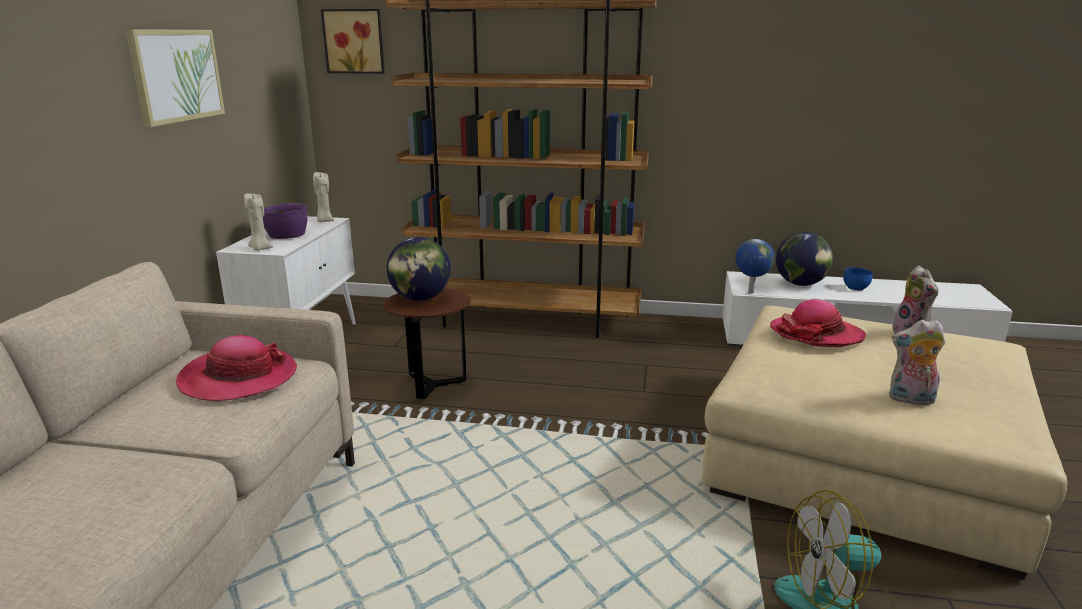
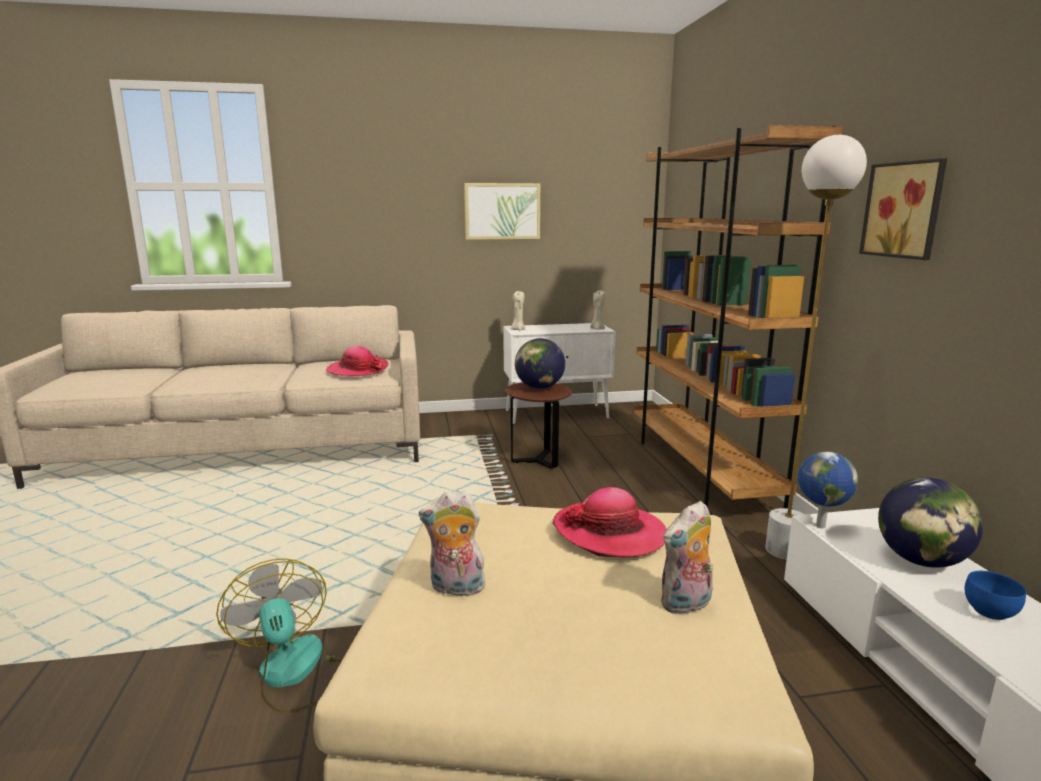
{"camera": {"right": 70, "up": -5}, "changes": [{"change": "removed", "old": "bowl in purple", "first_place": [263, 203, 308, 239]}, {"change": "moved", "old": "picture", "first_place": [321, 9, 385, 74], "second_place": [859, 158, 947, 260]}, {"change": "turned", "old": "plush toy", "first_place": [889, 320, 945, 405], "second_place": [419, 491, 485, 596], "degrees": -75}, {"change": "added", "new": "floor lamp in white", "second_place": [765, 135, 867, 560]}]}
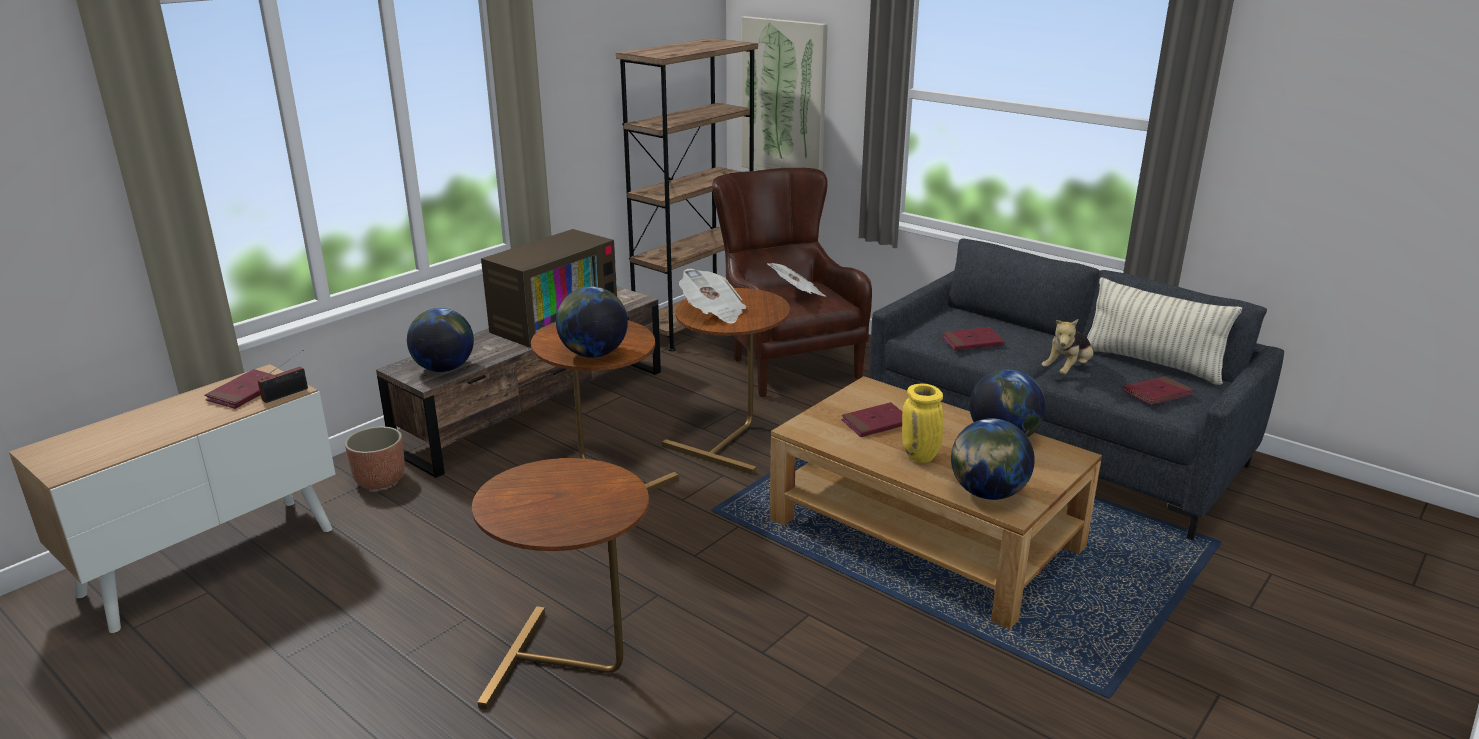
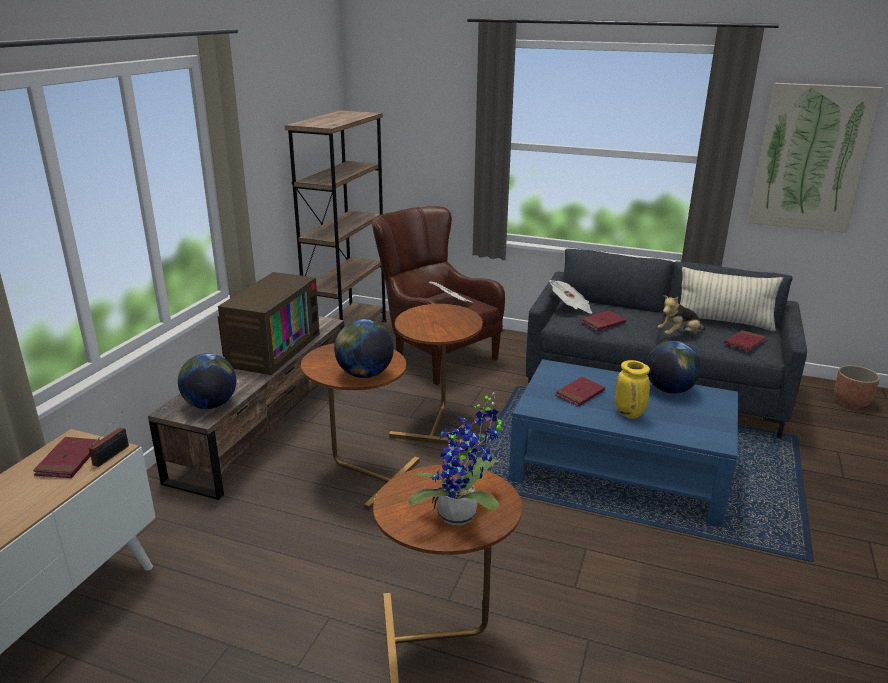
{"camera": {"right": -20, "up": 0}, "changes": [{"change": "moved", "old": "planter", "first_place": [345, 426, 405, 489], "second_place": [834, 365, 880, 408]}, {"change": "moved", "old": "newspaper", "first_place": [679, 268, 747, 324], "second_place": [549, 280, 592, 314]}, {"change": "moved", "old": "picture", "first_place": [741, 16, 828, 171], "second_place": [748, 83, 883, 233]}, {"change": "recoloured", "old": "coffee table in brown", "new": "coffee table in blue", "first_place": [770, 376, 1102, 629], "second_place": [509, 359, 738, 527]}, {"change": "removed", "old": "globe", "first_place": [951, 418, 1035, 500]}, {"change": "turned", "old": "plush toy", "first_place": [1042, 319, 1093, 375], "second_place": [657, 295, 705, 335], "degrees": 45}, {"change": "added", "new": "potted plant", "second_place": [408, 392, 502, 526]}]}
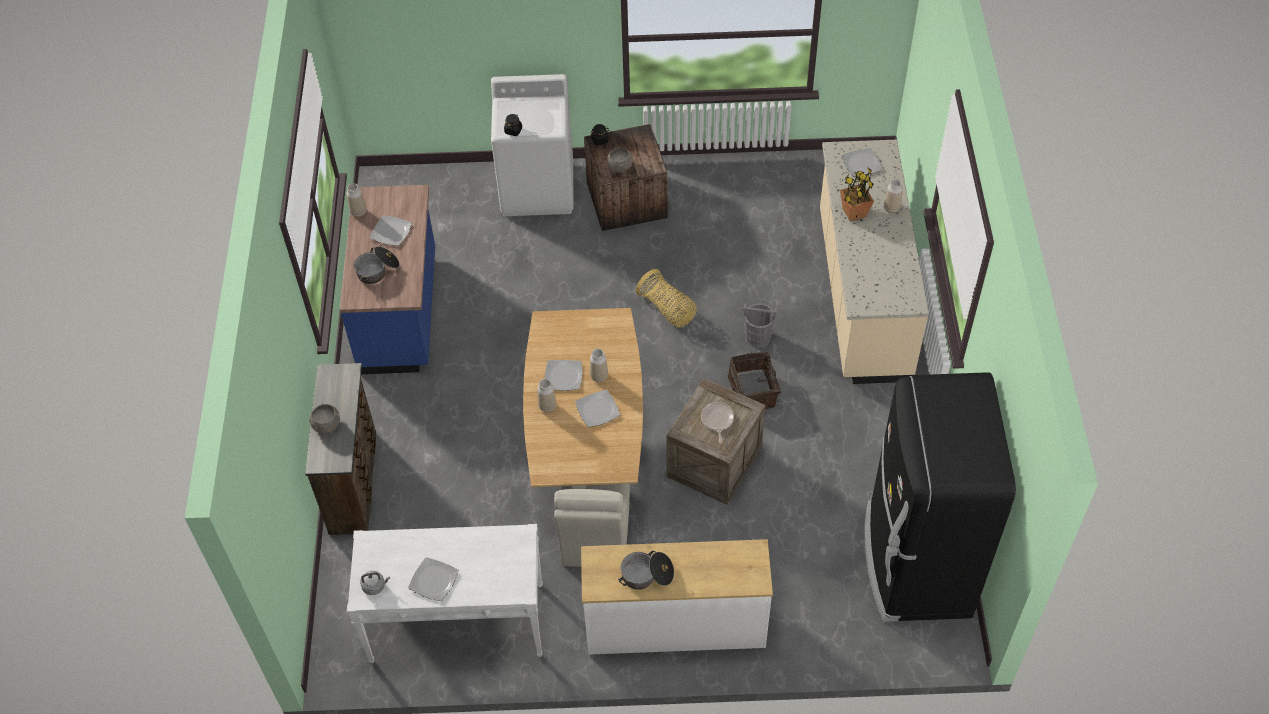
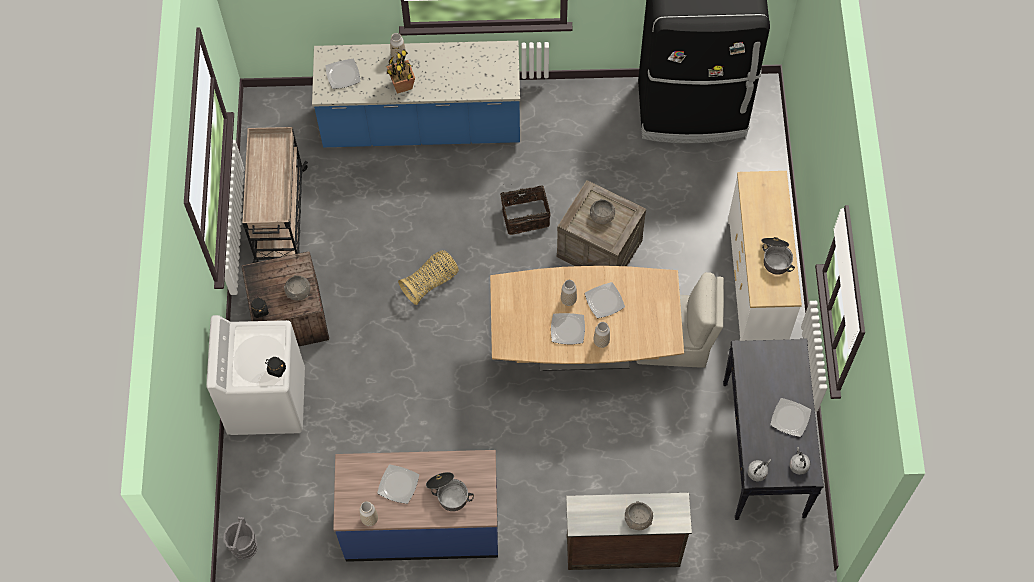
{"camera": {"right": -90, "up": 10}, "changes": [{"change": "recoloured", "old": "console table in white", "new": "console table in black", "first_place": [347, 524, 543, 663], "second_place": [723, 338, 824, 520]}, {"change": "replaced", "old": "frying pan", "new": "bowl in grey", "first_place": [701, 402, 734, 444], "second_place": [590, 199, 615, 224]}, {"change": "moved", "old": "bucket in grey", "first_place": [743, 303, 778, 348], "second_place": [224, 517, 257, 560]}, {"change": "recoloured", "old": "counter in beige", "new": "counter in blue", "first_place": [820, 140, 929, 384], "second_place": [312, 41, 520, 147]}, {"change": "added", "new": "cart in beige", "second_place": [242, 127, 308, 263]}, {"change": "added", "new": "kettle in grey", "second_place": [747, 459, 772, 481]}]}
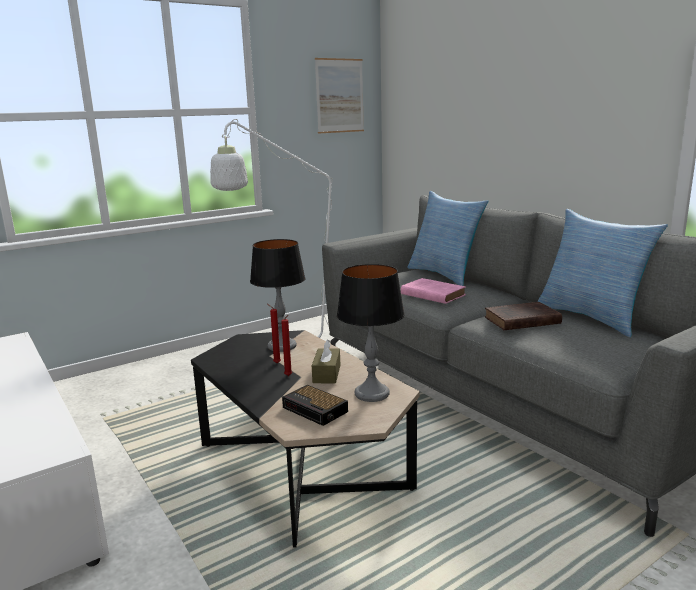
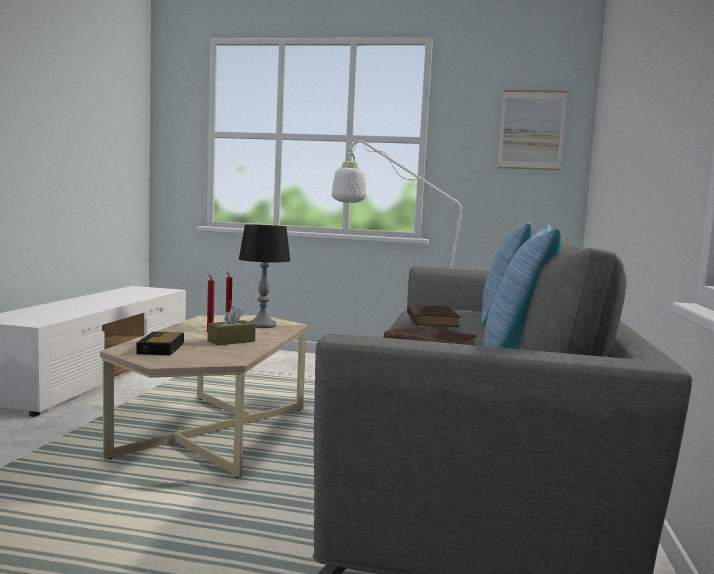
{"camera": {"right": 45, "up": -10}, "changes": [{"change": "recoloured", "old": "coffee table in black", "new": "coffee table in beige", "first_place": [191, 330, 420, 548], "second_place": [100, 315, 309, 478]}, {"change": "removed", "old": "table lamp", "first_place": [337, 264, 405, 402]}, {"change": "recoloured", "old": "book in pink", "new": "book in brown", "first_place": [401, 278, 466, 304], "second_place": [407, 304, 460, 327]}]}
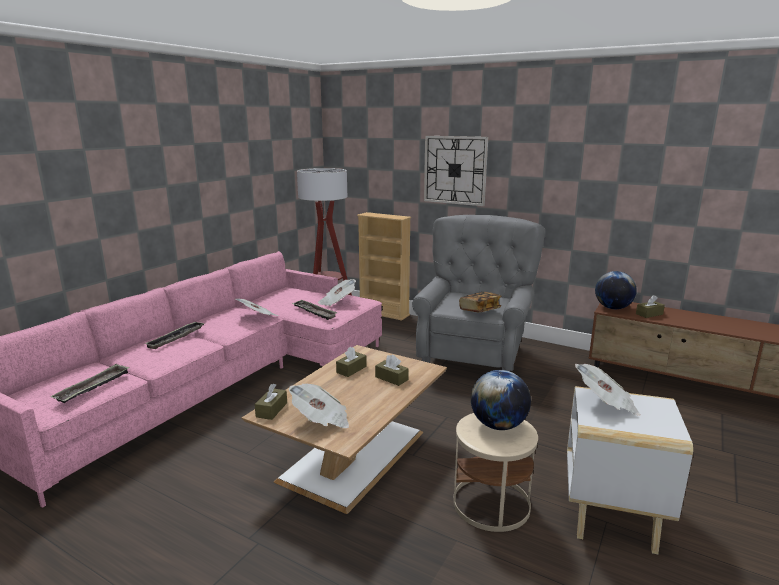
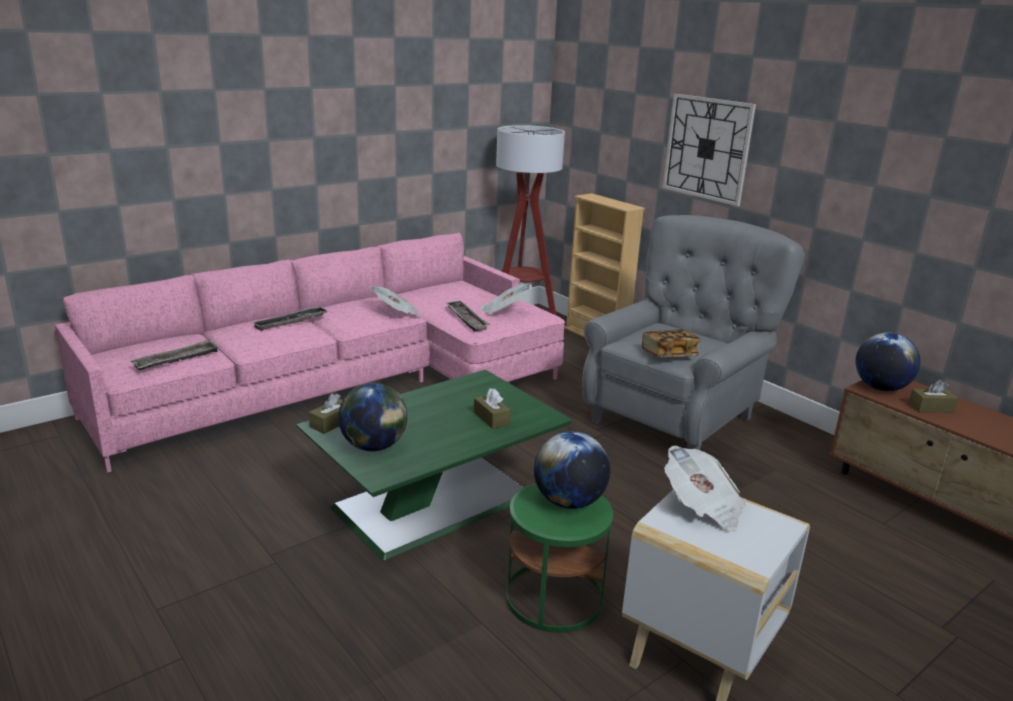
{"camera": {"right": 20, "up": 5}, "changes": [{"change": "recoloured", "old": "coffee table in brown", "new": "coffee table in green", "first_place": [242, 345, 447, 514], "second_place": [296, 370, 572, 561]}, {"change": "replaced", "old": "newspaper", "new": "globe", "first_place": [289, 384, 349, 428], "second_place": [338, 383, 407, 451]}, {"change": "removed", "old": "tissue box in brown", "first_place": [336, 346, 367, 377]}, {"change": "recoloured", "old": "side table in beige", "new": "side table in green", "first_place": [453, 413, 538, 532], "second_place": [506, 483, 613, 633]}]}
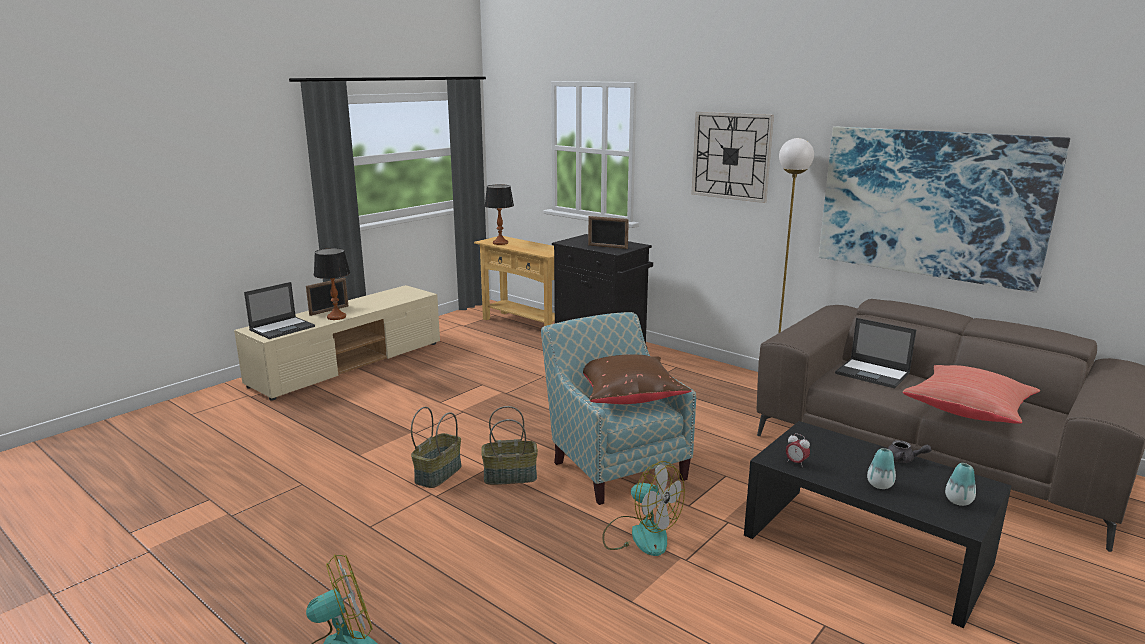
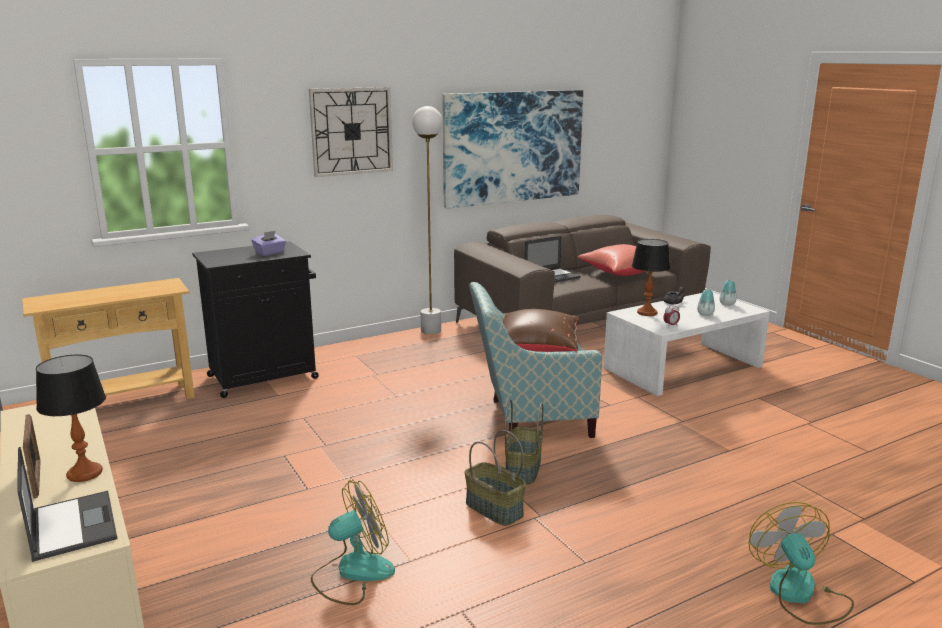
{"camera": {"right": -70, "up": 0}, "changes": [{"change": "moved", "old": "table lamp", "first_place": [485, 184, 514, 245], "second_place": [632, 239, 670, 316]}, {"change": "replaced", "old": "picture frame", "new": "tissue box in purple", "first_place": [588, 216, 629, 249], "second_place": [252, 231, 286, 256]}, {"change": "moved", "old": "fan", "first_place": [602, 461, 685, 556], "second_place": [311, 480, 395, 605]}, {"change": "recoloured", "old": "coffee table in black", "new": "coffee table in white", "first_place": [744, 421, 1011, 628], "second_place": [603, 292, 770, 396]}]}
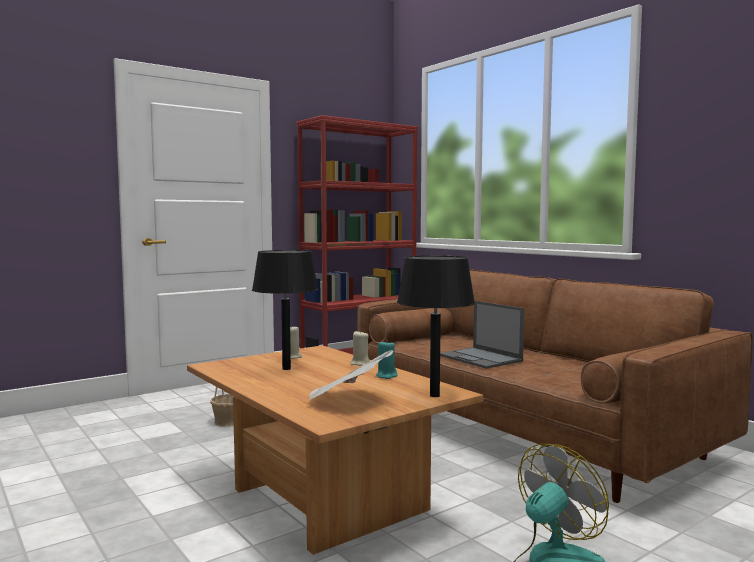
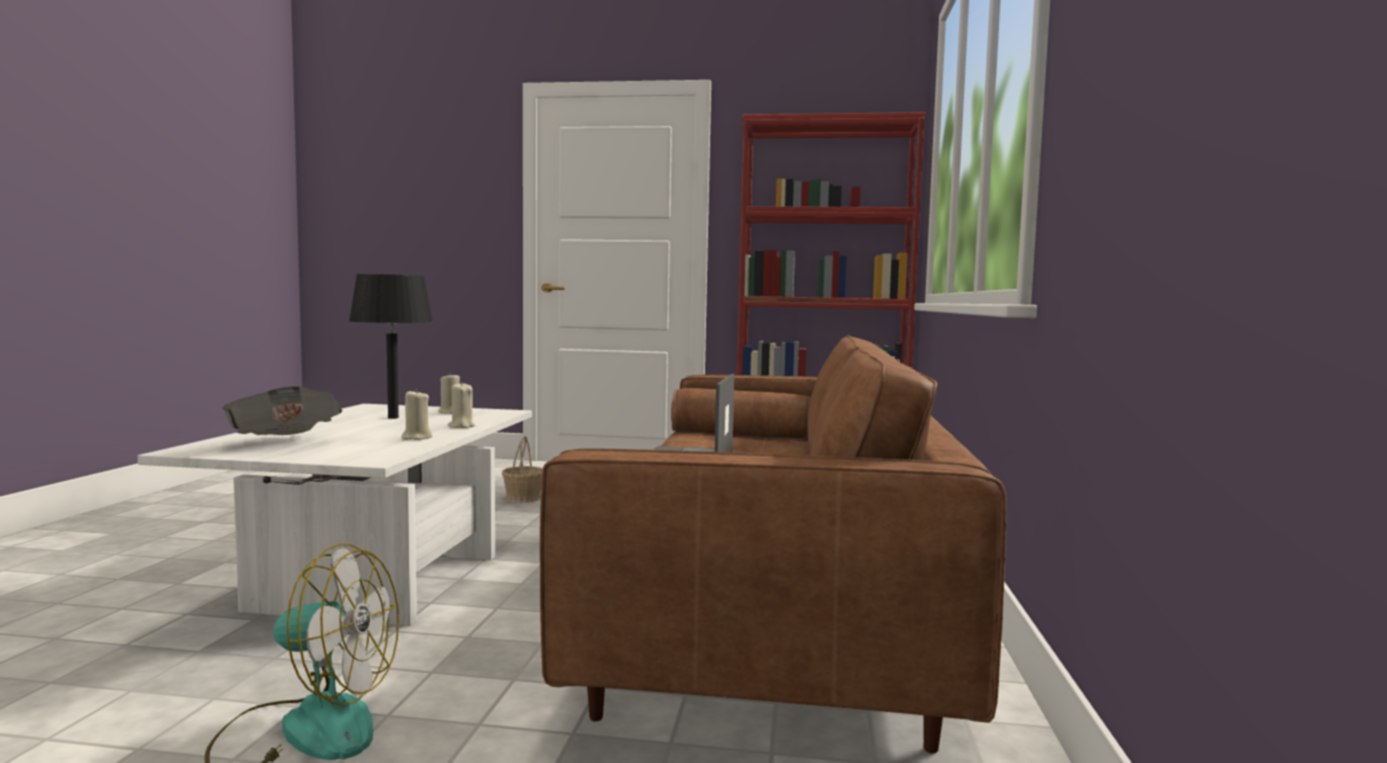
{"camera": {"right": 45, "up": 0}, "changes": [{"change": "recoloured", "old": "coffee table in brown", "new": "coffee table in white", "first_place": [187, 345, 483, 555], "second_place": [138, 404, 532, 626]}, {"change": "recoloured", "old": "candle in turquoise", "new": "candle in beige", "first_place": [376, 340, 397, 379], "second_place": [401, 389, 432, 440]}, {"change": "removed", "old": "table lamp in black", "first_place": [397, 256, 475, 397]}]}
